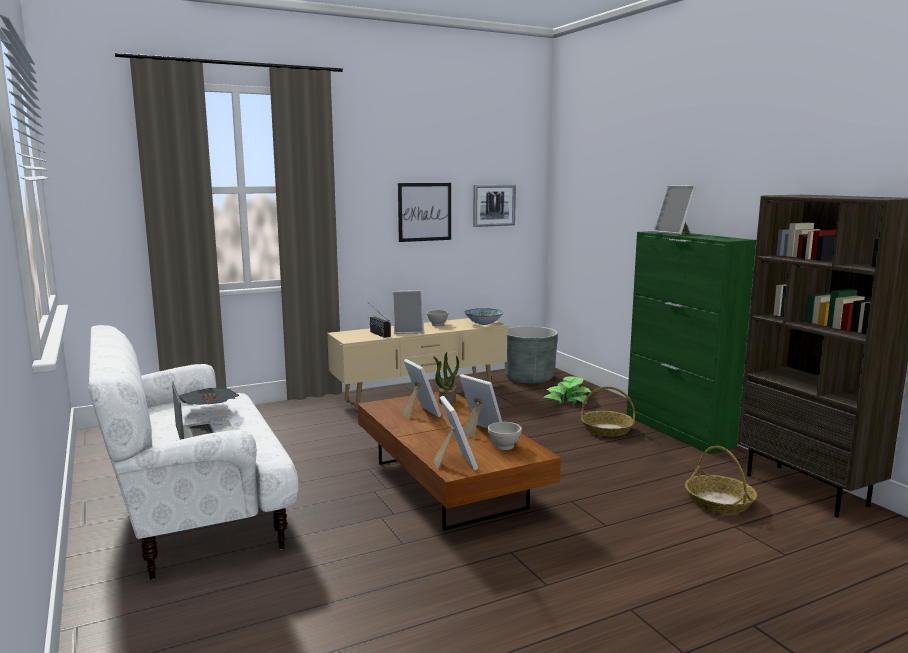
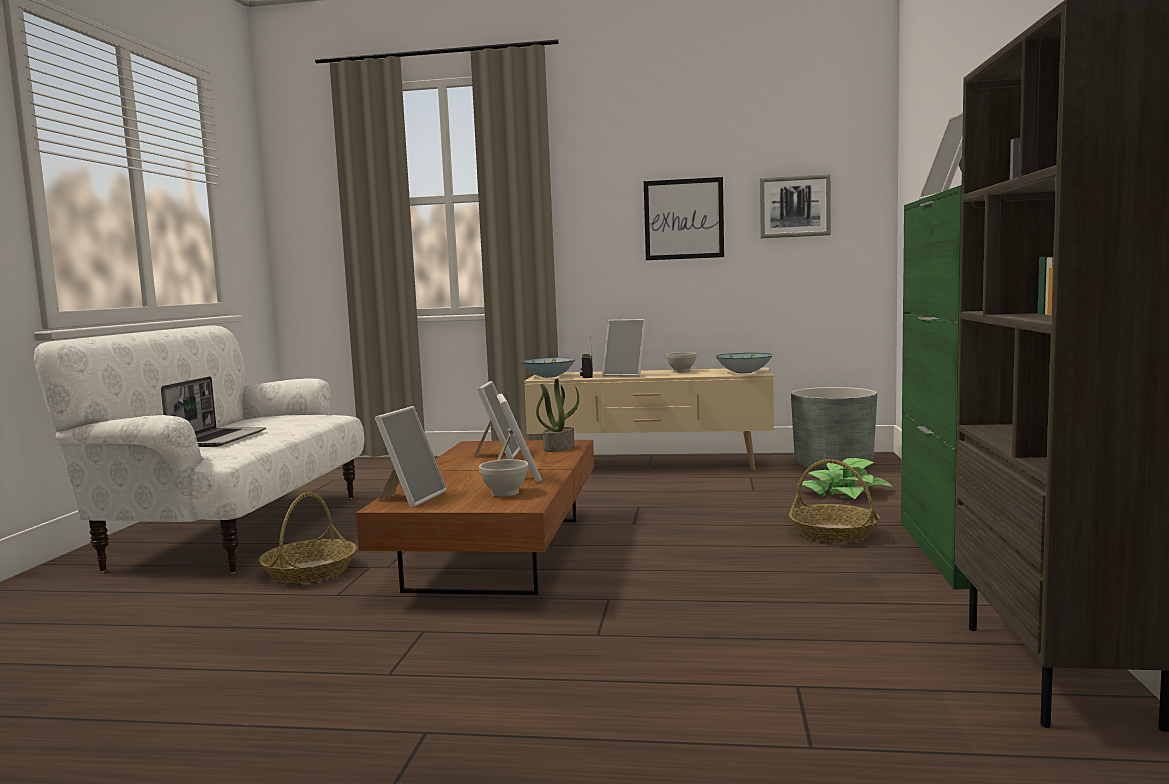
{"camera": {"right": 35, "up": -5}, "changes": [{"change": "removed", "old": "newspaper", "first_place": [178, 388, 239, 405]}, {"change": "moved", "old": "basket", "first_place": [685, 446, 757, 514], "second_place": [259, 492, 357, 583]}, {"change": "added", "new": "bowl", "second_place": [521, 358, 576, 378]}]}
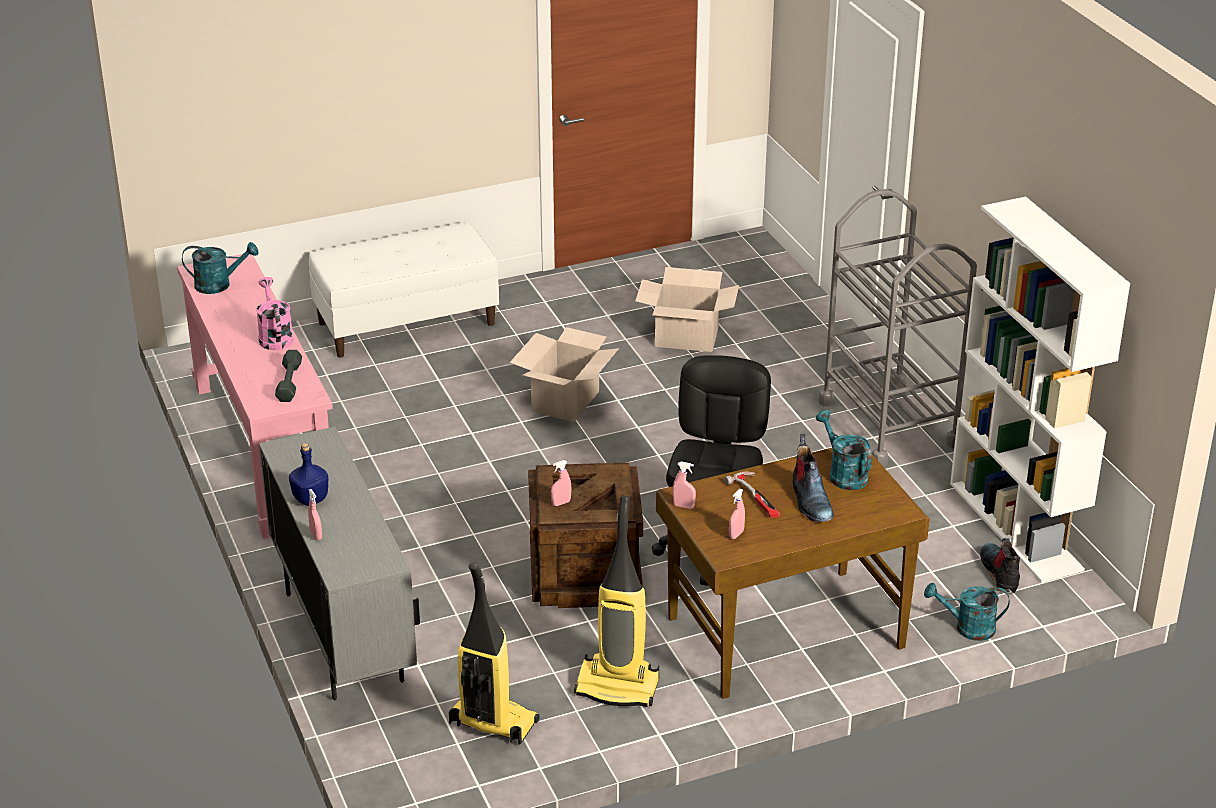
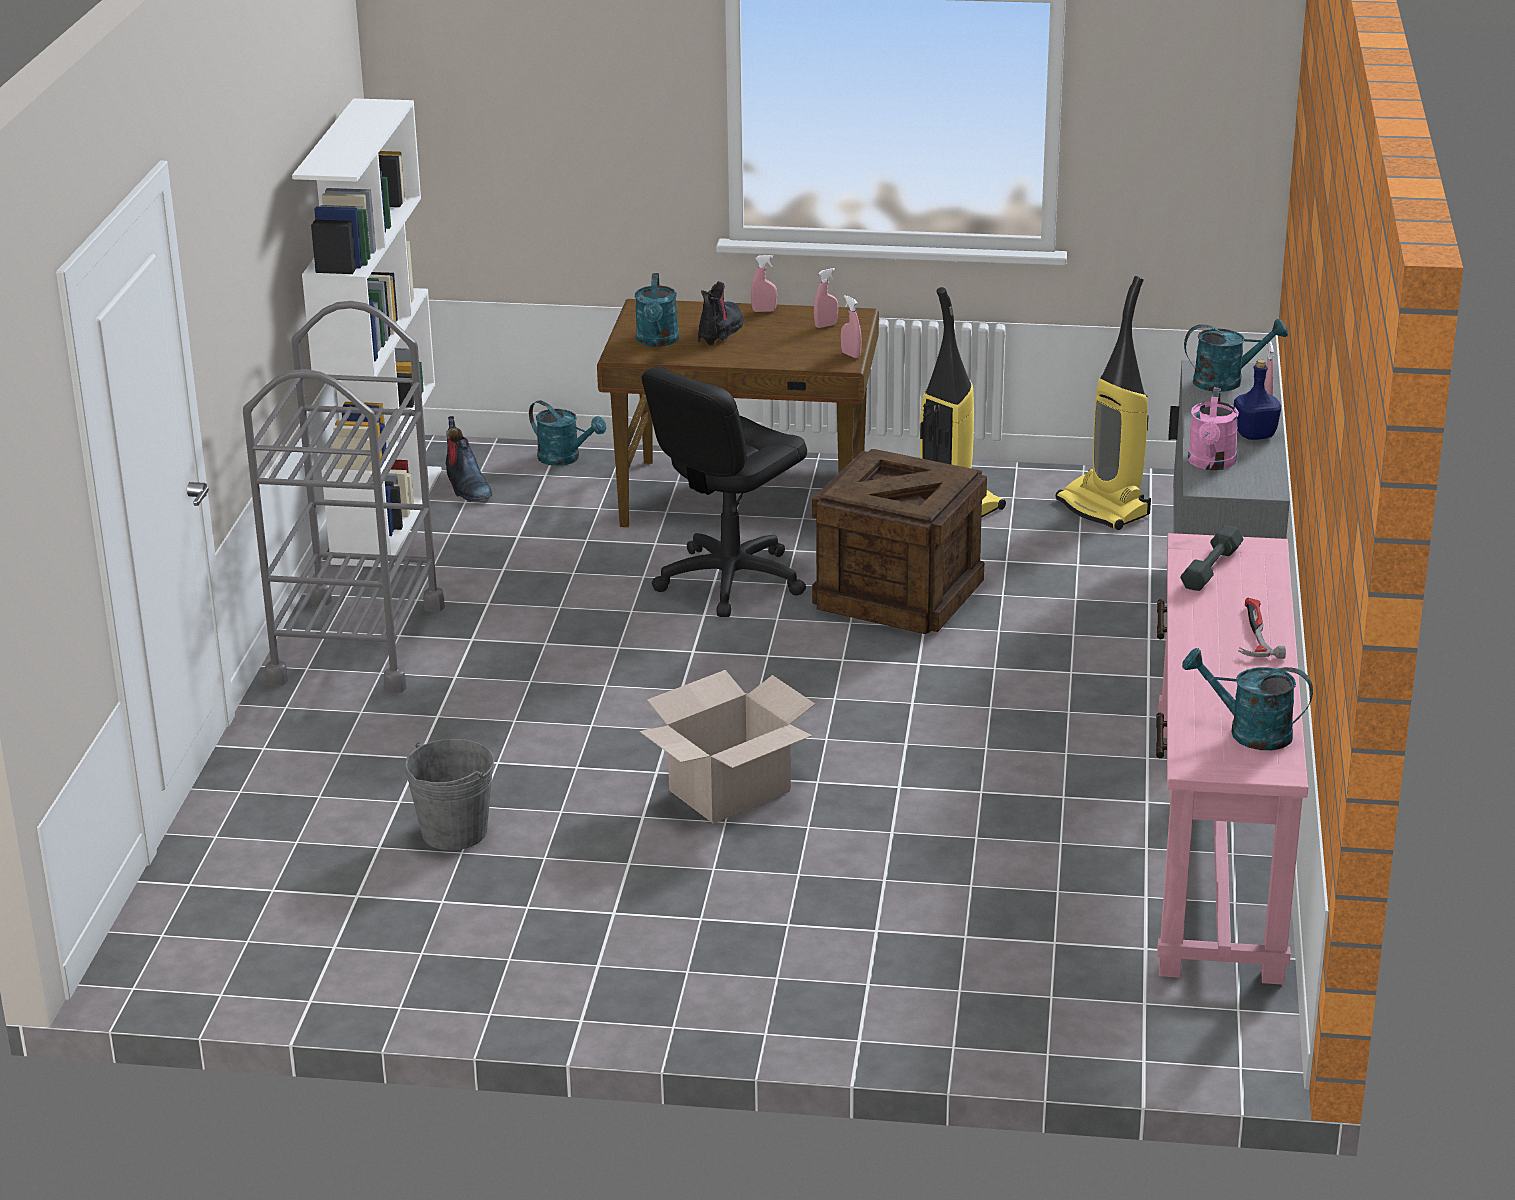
{"camera": {"right": -150, "up": -5}, "changes": [{"change": "moved", "old": "watering can in pink", "first_place": [256, 277, 294, 350], "second_place": [1188, 388, 1239, 470]}, {"change": "removed", "old": "bench in white", "first_place": [309, 222, 499, 358]}, {"change": "moved", "old": "spray bottle in pink", "first_place": [551, 460, 571, 506], "second_place": [751, 255, 777, 312]}, {"change": "replaced", "old": "cardboard box", "new": "bucket in grey", "first_place": [635, 267, 739, 352], "second_place": [404, 739, 494, 850]}, {"change": "moved", "old": "hammer", "first_place": [724, 472, 780, 518], "second_place": [1238, 598, 1286, 659]}, {"change": "turned", "old": "boot", "first_place": [980, 538, 1020, 593], "second_place": [445, 416, 492, 502], "degrees": -45}, {"change": "added", "new": "watering can in turquoise", "second_place": [1184, 319, 1288, 392]}]}
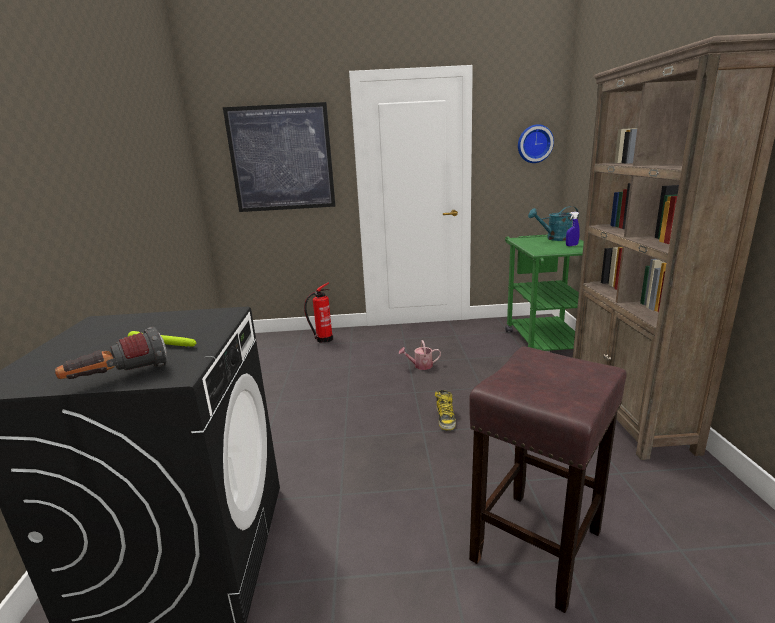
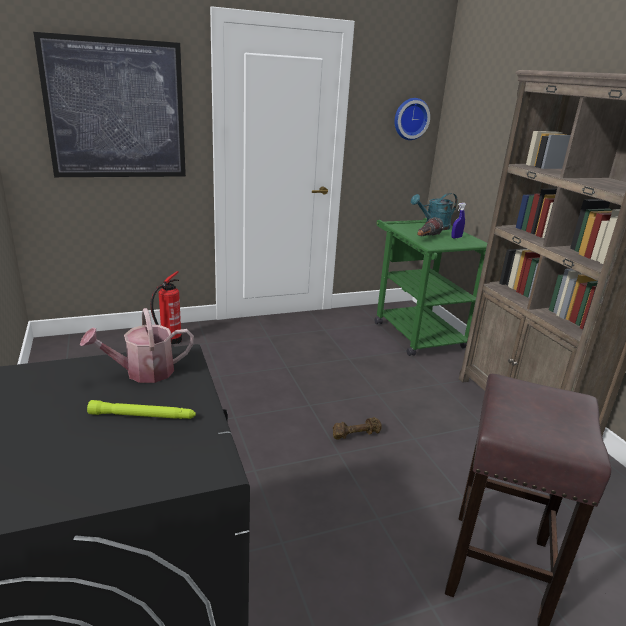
{"camera": {"right": -20, "up": 5}, "changes": [{"change": "moved", "old": "flashlight", "first_place": [55, 327, 166, 379], "second_place": [417, 217, 443, 236]}, {"change": "moved", "old": "watering can", "first_place": [399, 340, 441, 370], "second_place": [80, 308, 194, 383]}, {"change": "replaced", "old": "boot", "new": "dumbbell in brown", "first_place": [435, 390, 456, 430], "second_place": [333, 417, 382, 439]}]}
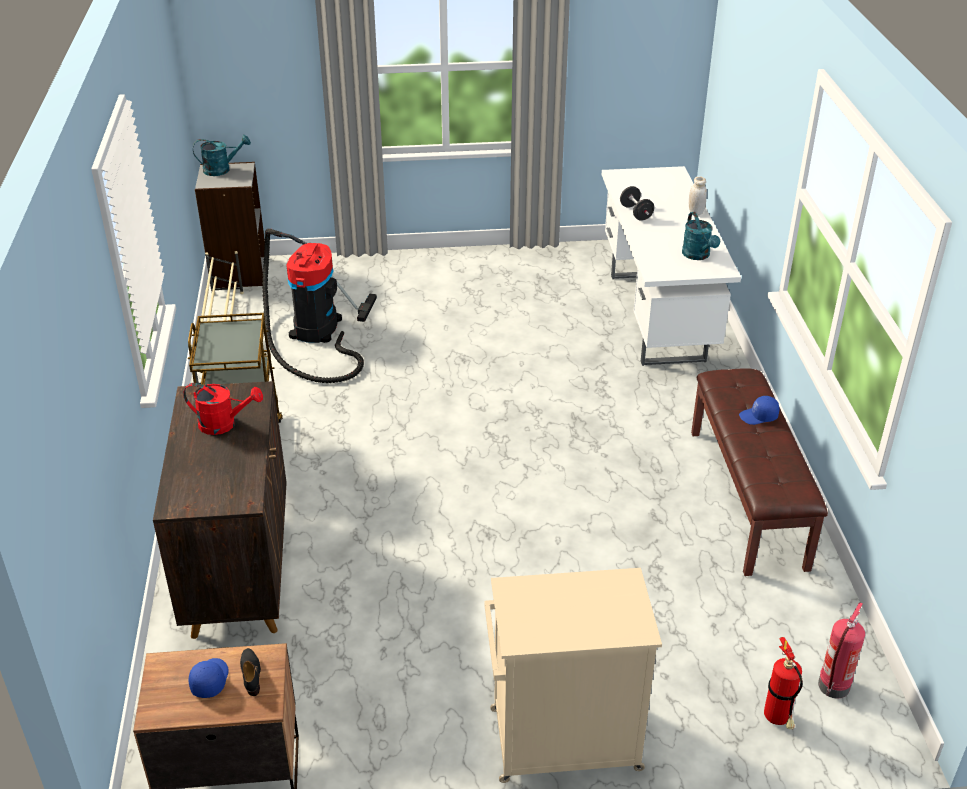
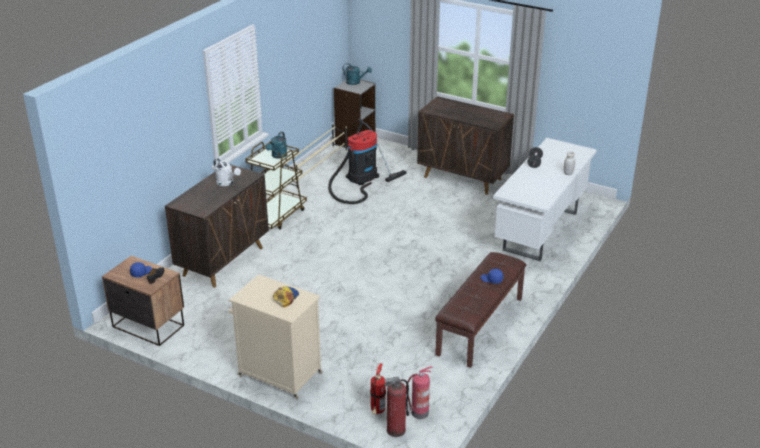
{"camera": {"right": 35, "up": -5}, "changes": [{"change": "recoloured", "old": "watering can in red", "new": "watering can in white", "first_place": [183, 383, 263, 435], "second_place": [214, 158, 241, 186]}, {"change": "moved", "old": "watering can in turquoise", "first_place": [682, 212, 720, 260], "second_place": [266, 132, 287, 159]}, {"change": "added", "new": "cap", "second_place": [273, 287, 299, 307]}, {"change": "added", "new": "fire extinguisher", "second_place": [384, 377, 409, 437]}, {"change": "added", "new": "cabinet in brown", "second_place": [417, 96, 514, 195]}]}
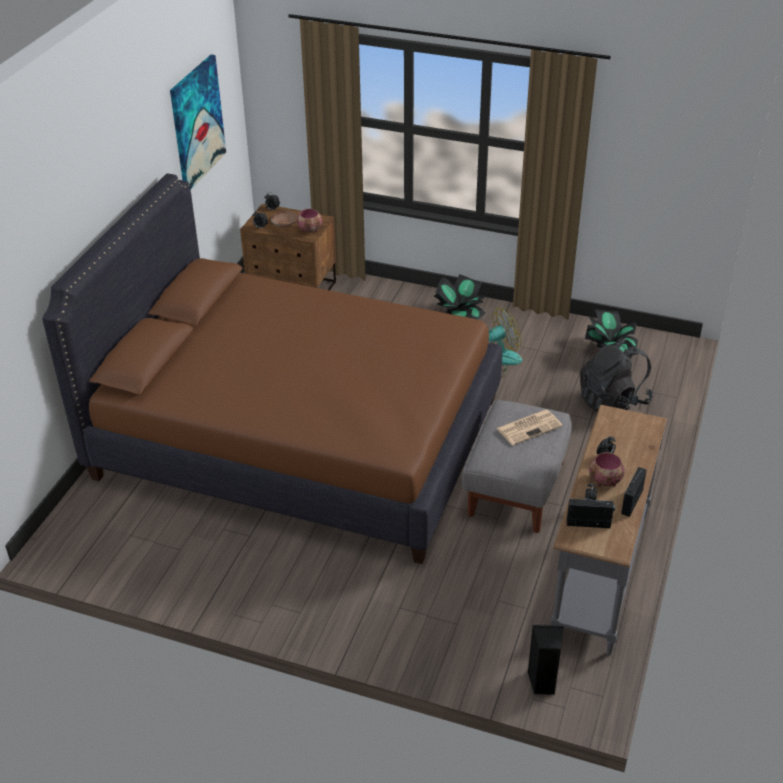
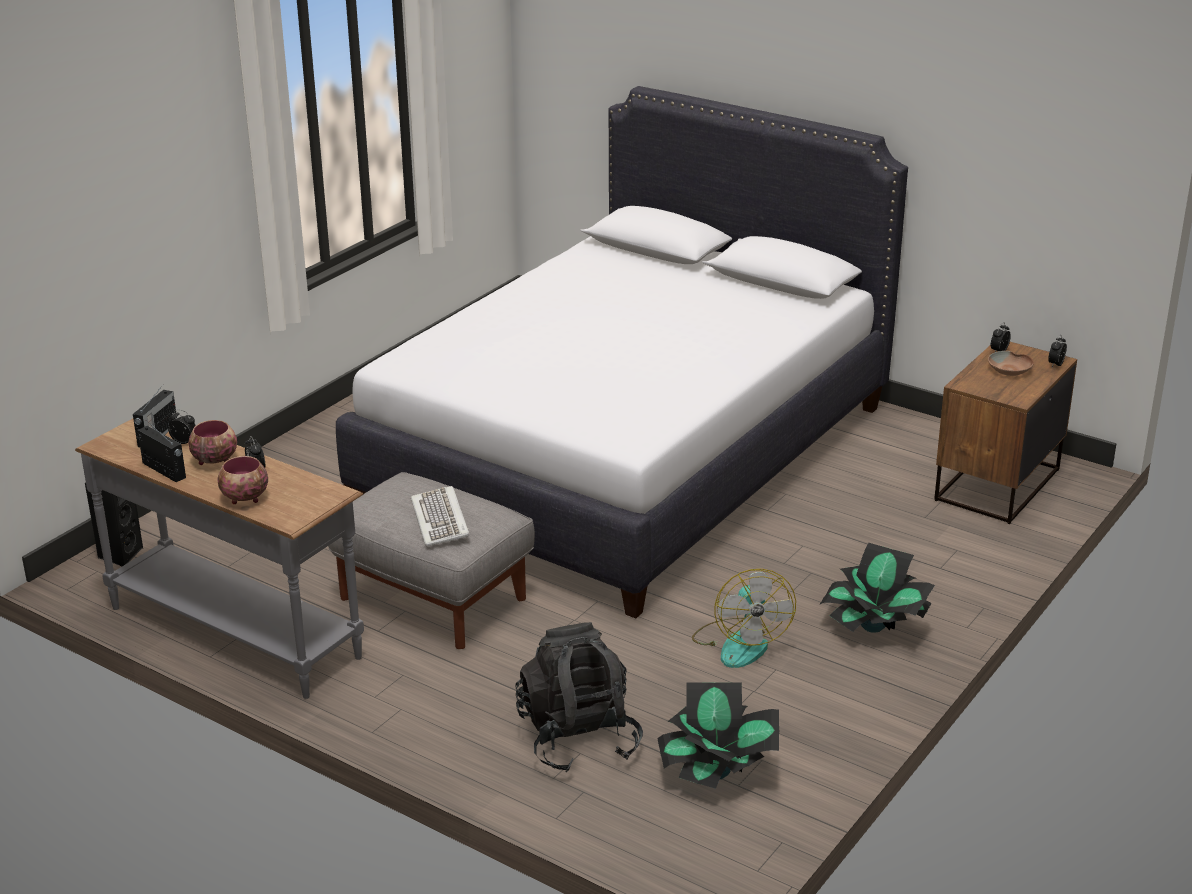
{"camera": {"right": 105, "up": -10}, "changes": [{"change": "recoloured", "old": "bed in brown", "new": "bed in white", "first_place": [42, 173, 502, 564], "second_place": [336, 86, 908, 618]}, {"change": "removed", "old": "picture", "first_place": [170, 55, 226, 190]}, {"change": "moved", "old": "bowl", "first_place": [297, 209, 322, 232], "second_place": [217, 456, 268, 504]}, {"change": "replaced", "old": "newspaper", "new": "keyboard", "first_place": [496, 409, 562, 445], "second_place": [411, 486, 470, 546]}]}
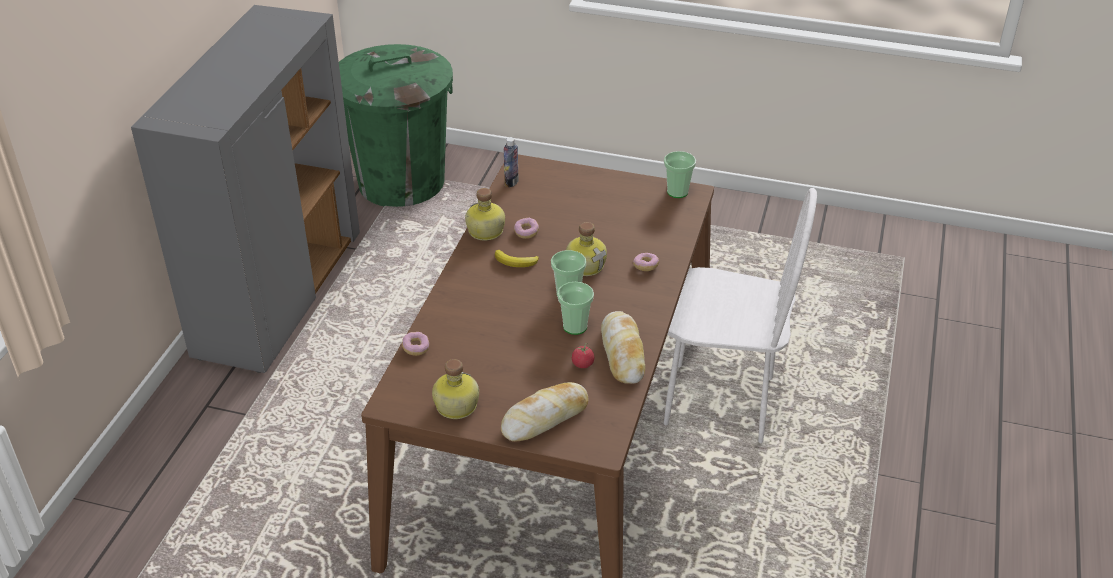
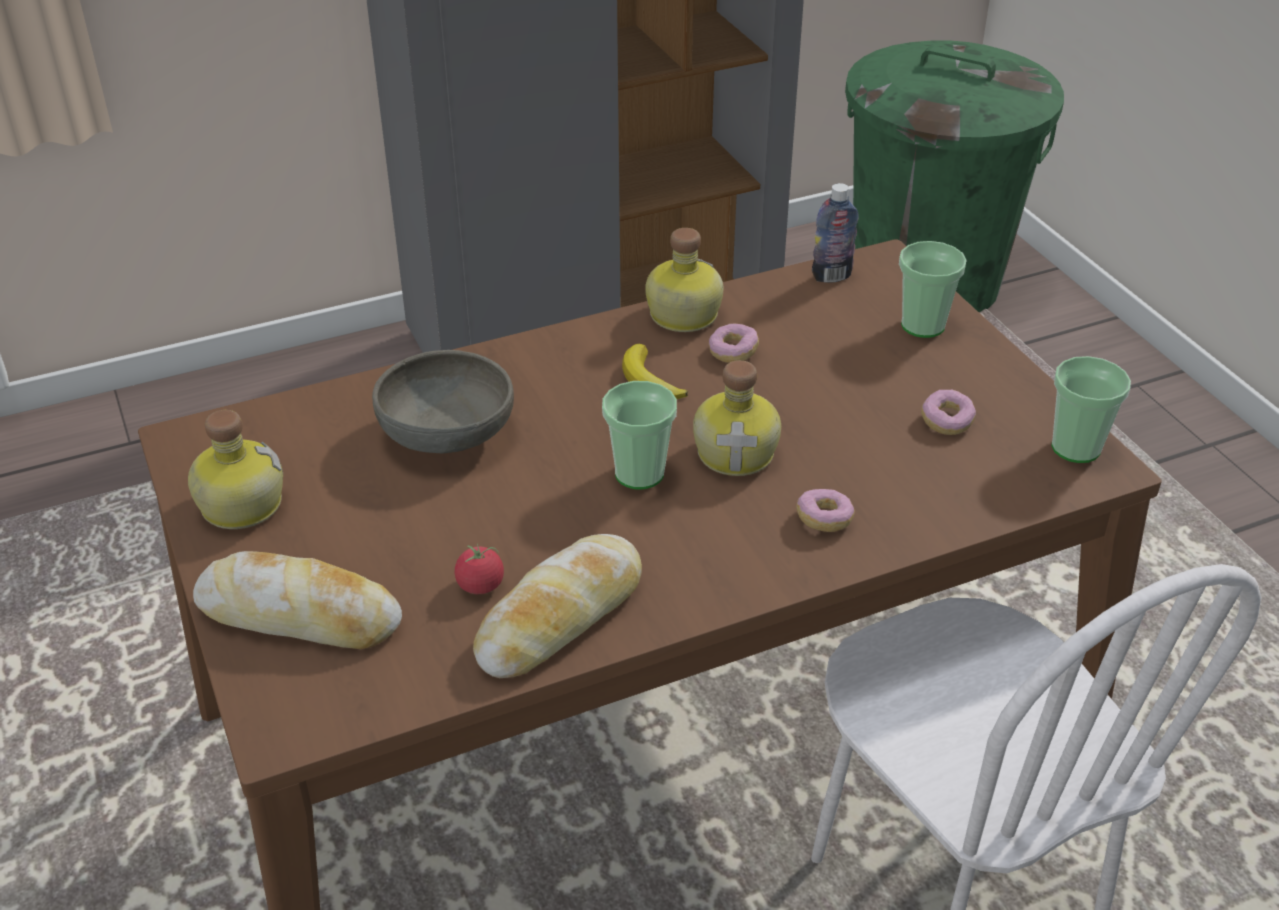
{"camera": {"right": 50, "up": 0}, "changes": [{"change": "moved", "old": "donut", "first_place": [402, 332, 429, 356], "second_place": [921, 390, 976, 435]}, {"change": "moved", "old": "cup", "first_place": [557, 282, 594, 335], "second_place": [899, 241, 966, 338]}, {"change": "added", "new": "bowl in grey", "second_place": [372, 350, 514, 453]}]}
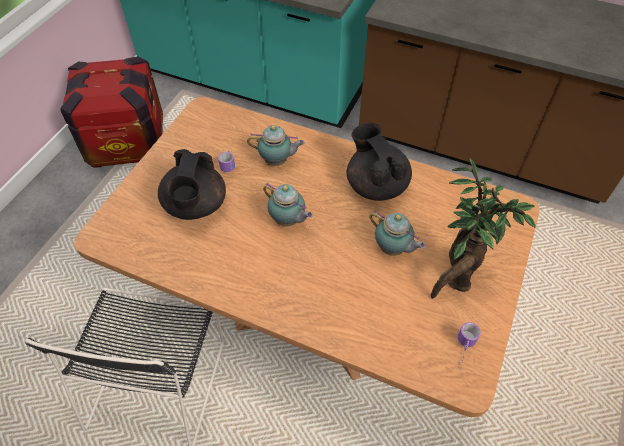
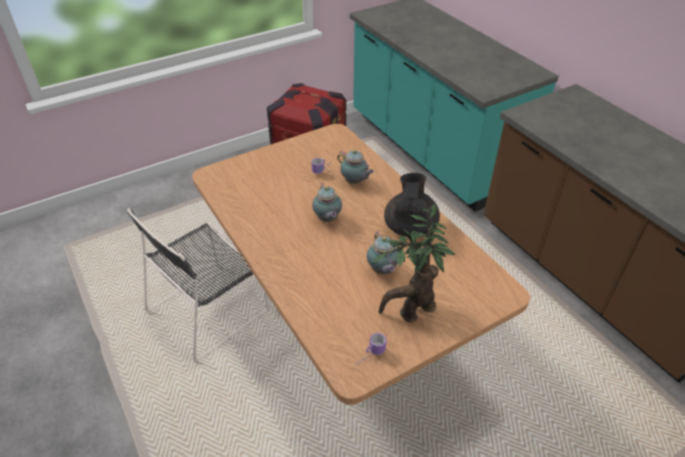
{"camera": {"right": 35, "up": -10}, "changes": [{"change": "removed", "old": "teapot in black", "first_place": [158, 149, 226, 220]}]}
